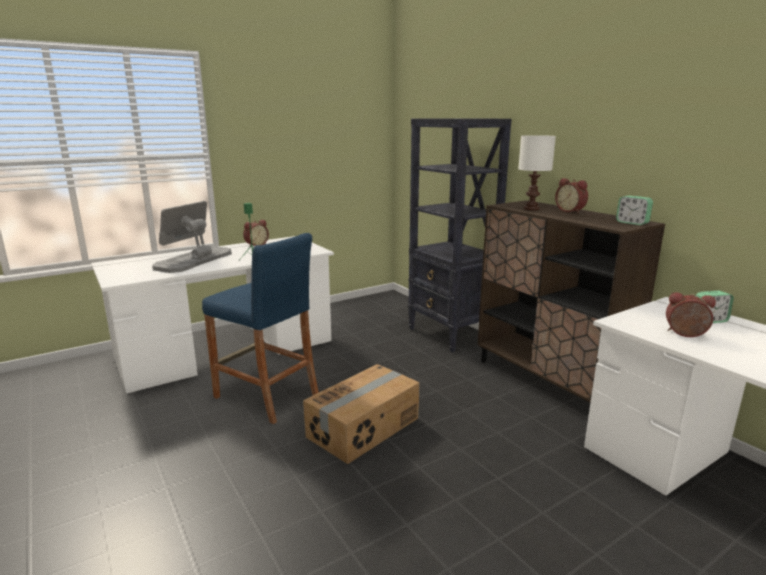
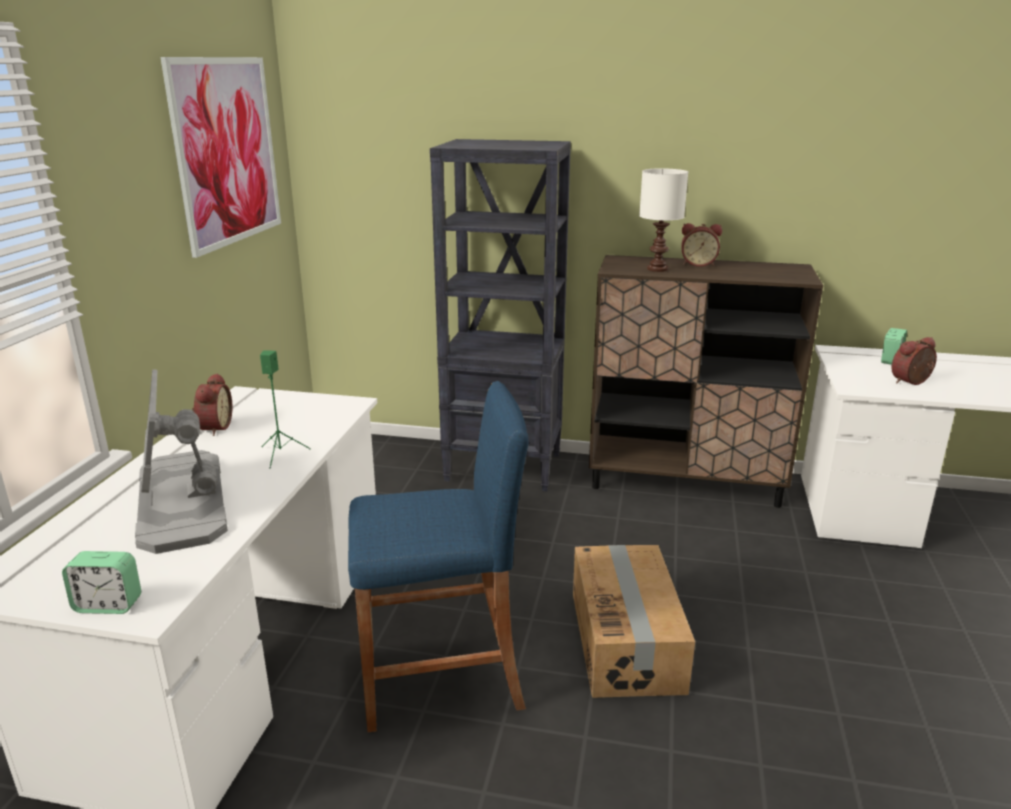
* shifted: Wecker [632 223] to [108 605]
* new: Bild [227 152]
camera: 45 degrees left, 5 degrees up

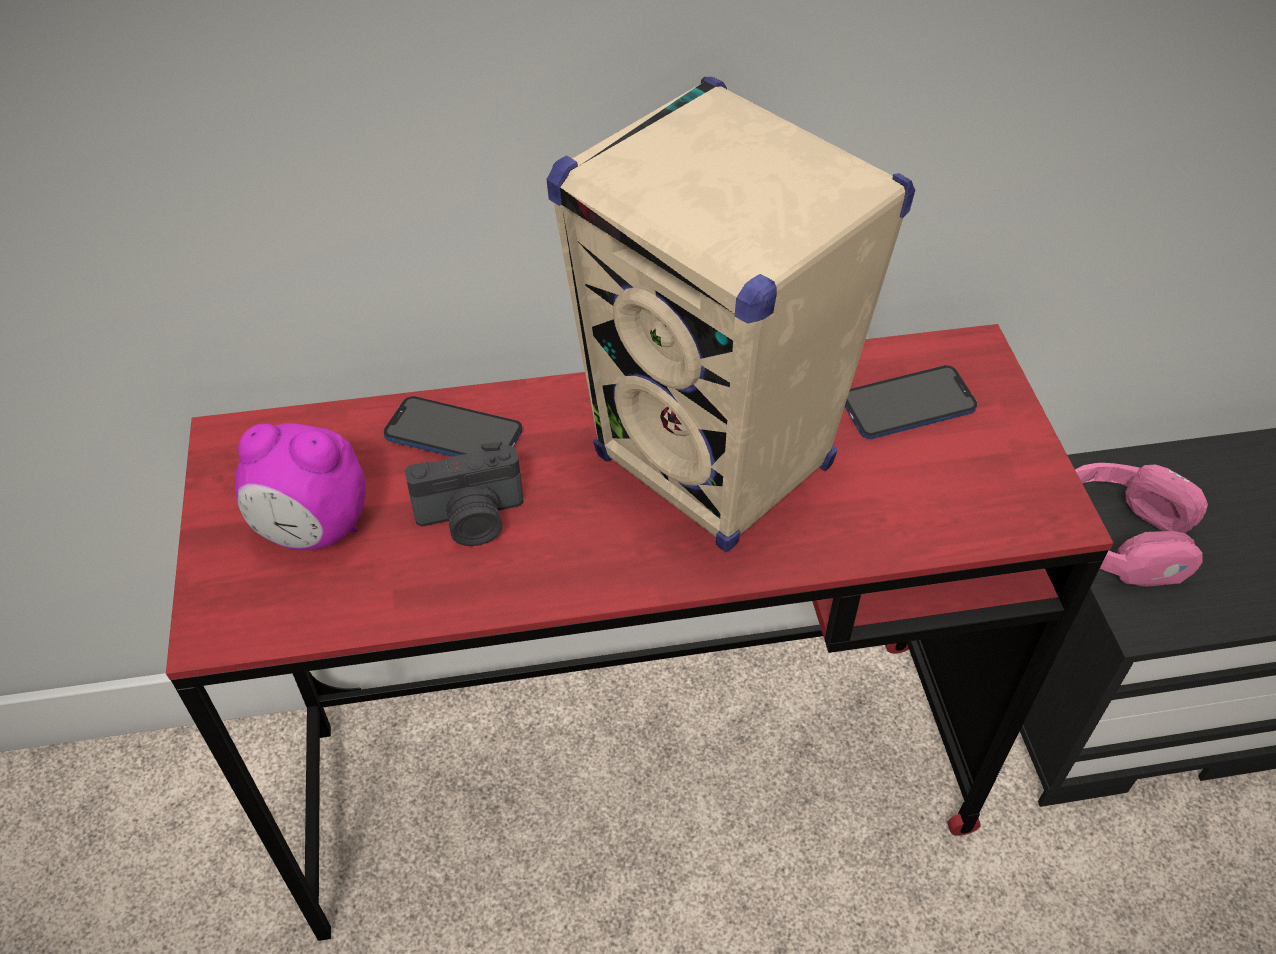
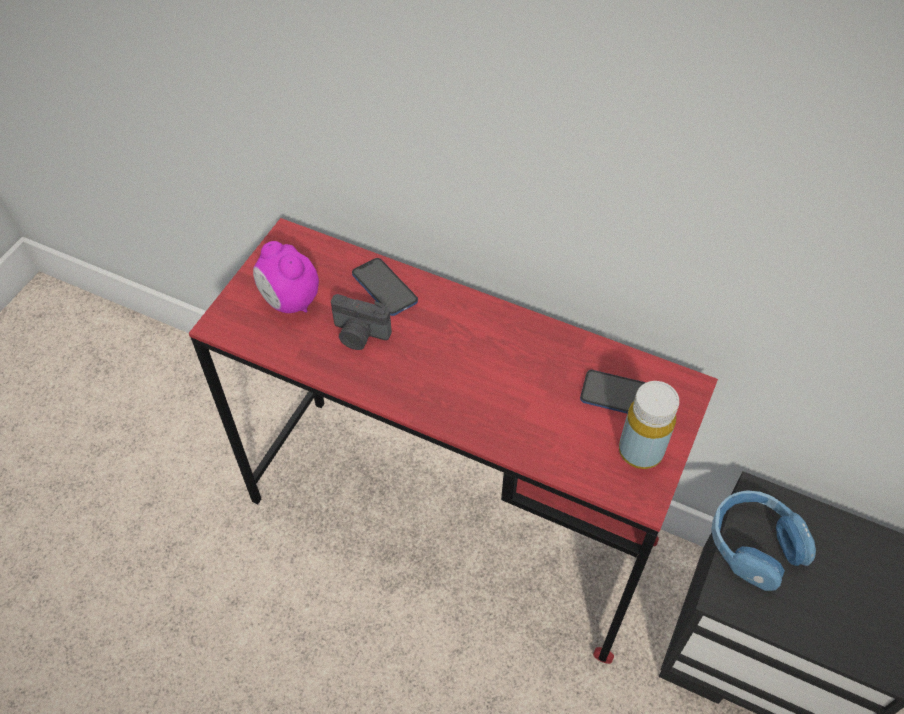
* new: Flasche (gelb) [640 451]
* repainted: Kopfhörer (rosa) [1116 538] to Kopfhörer (blau) [754 545]
* gone: Lautsprecher (beige) [715 463]
camera: 35 degrees right, 5 degrees up

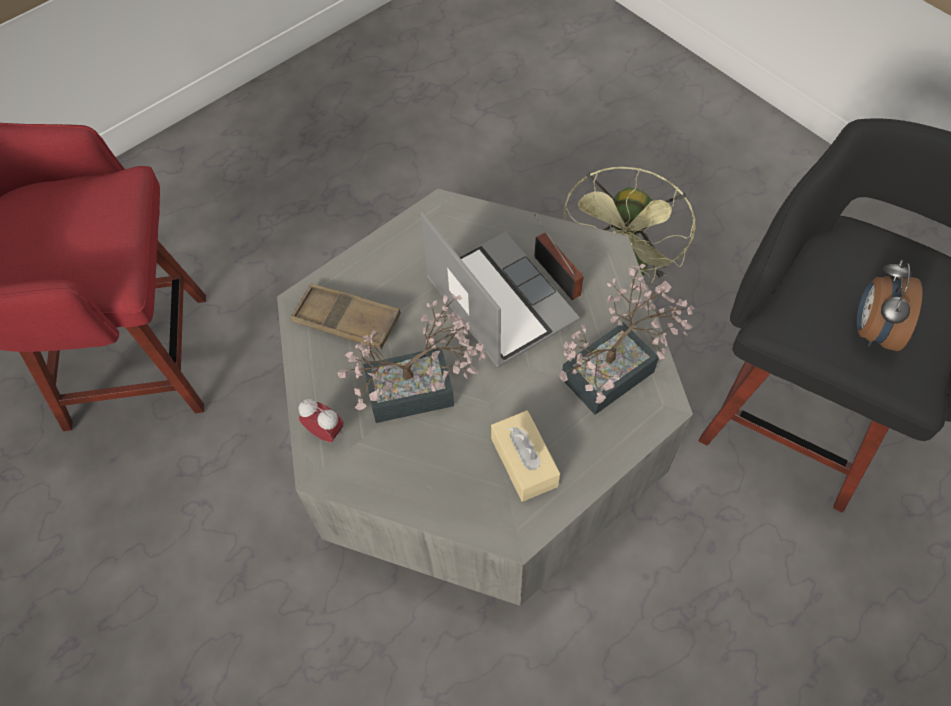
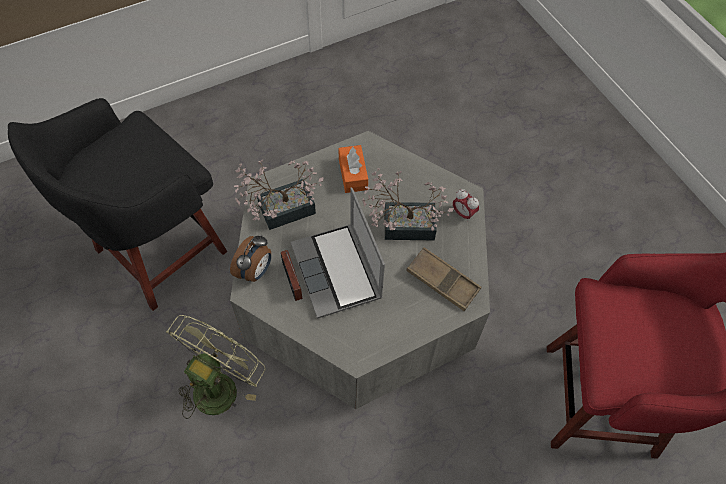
* shifted: Wecker [872 330] to [255 271]
* repainted: Taschentuchbox (beige) [524 462] to Taschentuchbox (orange) [353 174]
camera: 170 degrees left, 0 degrees up

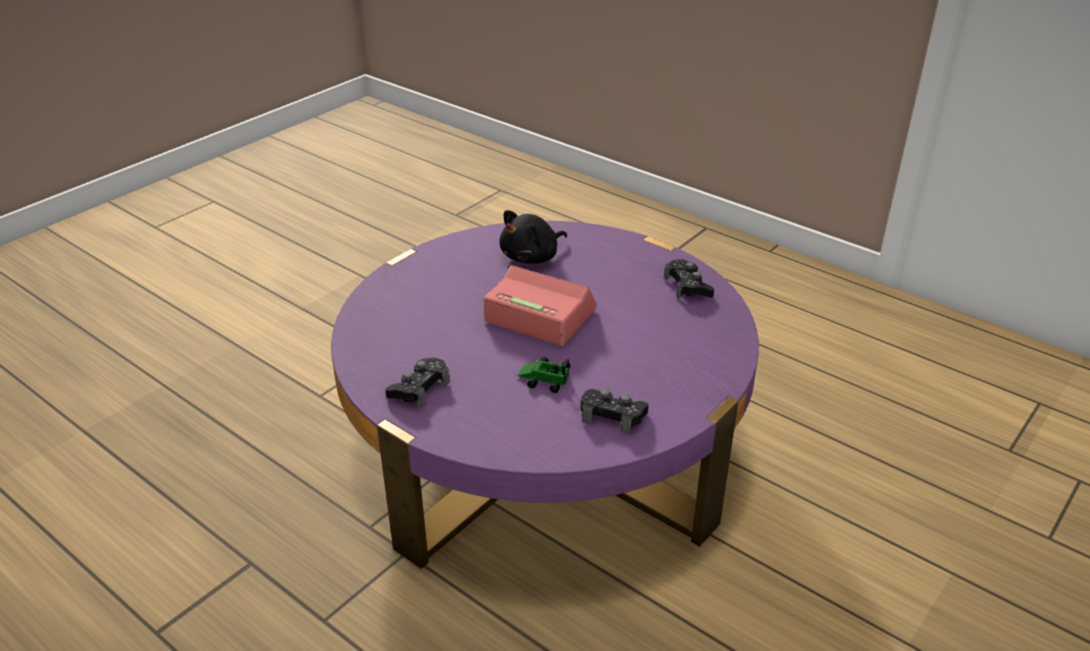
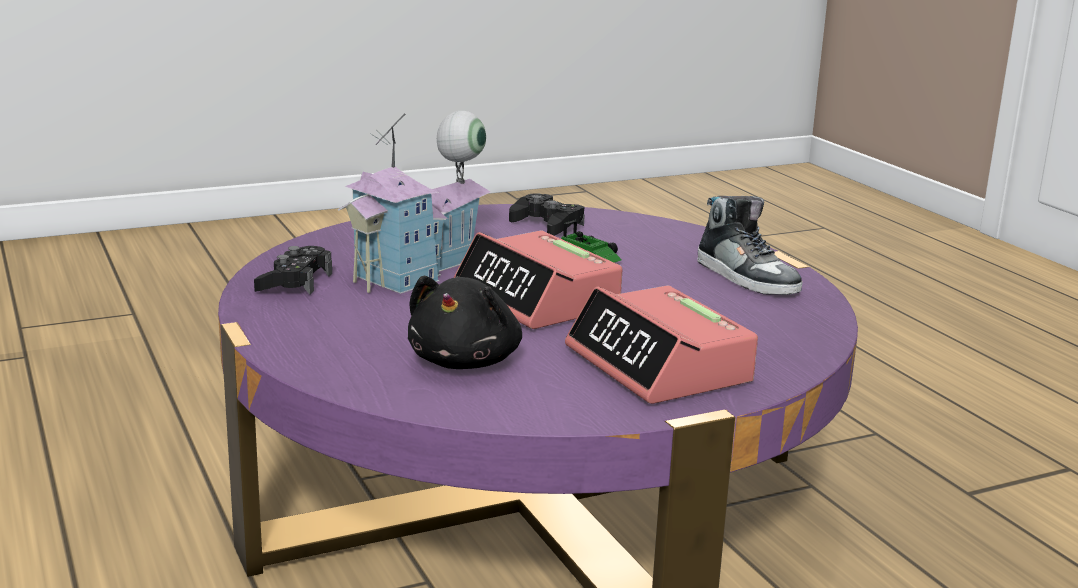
* new: Spielzeughaus [419 271]
* rotated: Plüschtier (schwarz) [532 257] = [466 361] 120 degrees clockwise
* new: Wecker [659 366]
* swapped: Gamepad (schwarz) [419 388] to Schuh [746 277]
camera: 155 degrees left, 15 degrees down

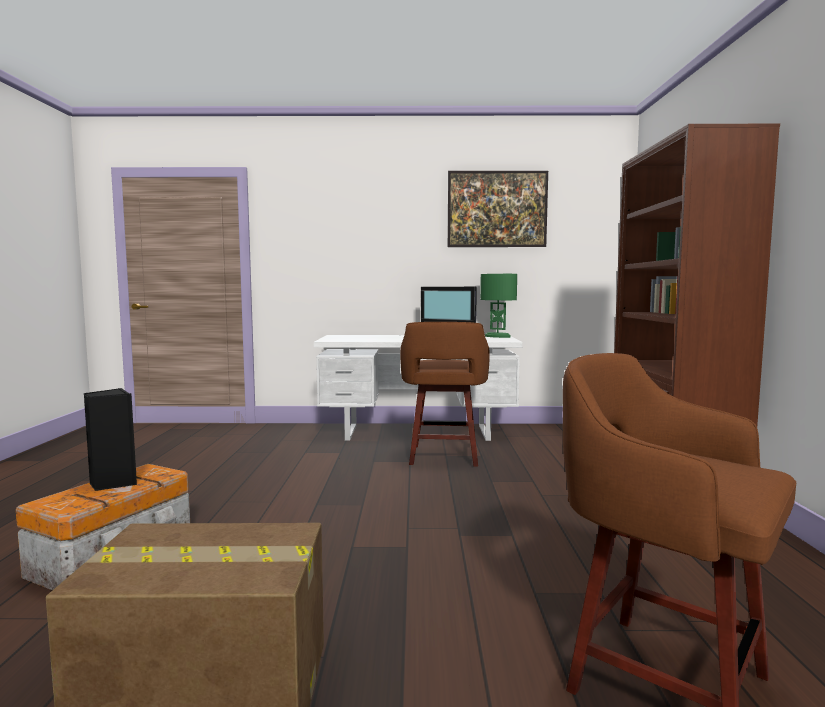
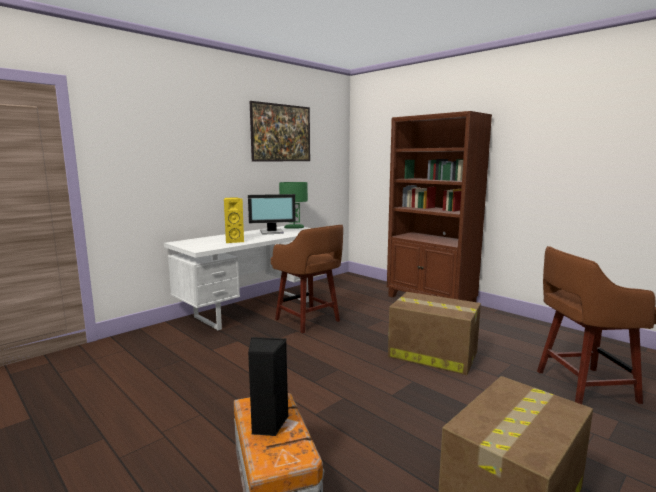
* new: Lautsprecher (gelb) [234 241]
* new: Karton [431 354]
camera: 45 degrees left, 5 degrees up

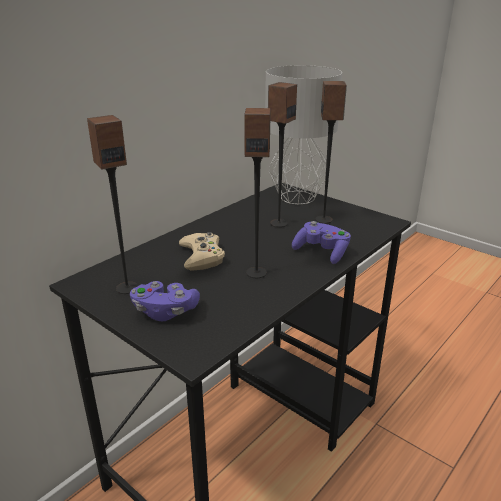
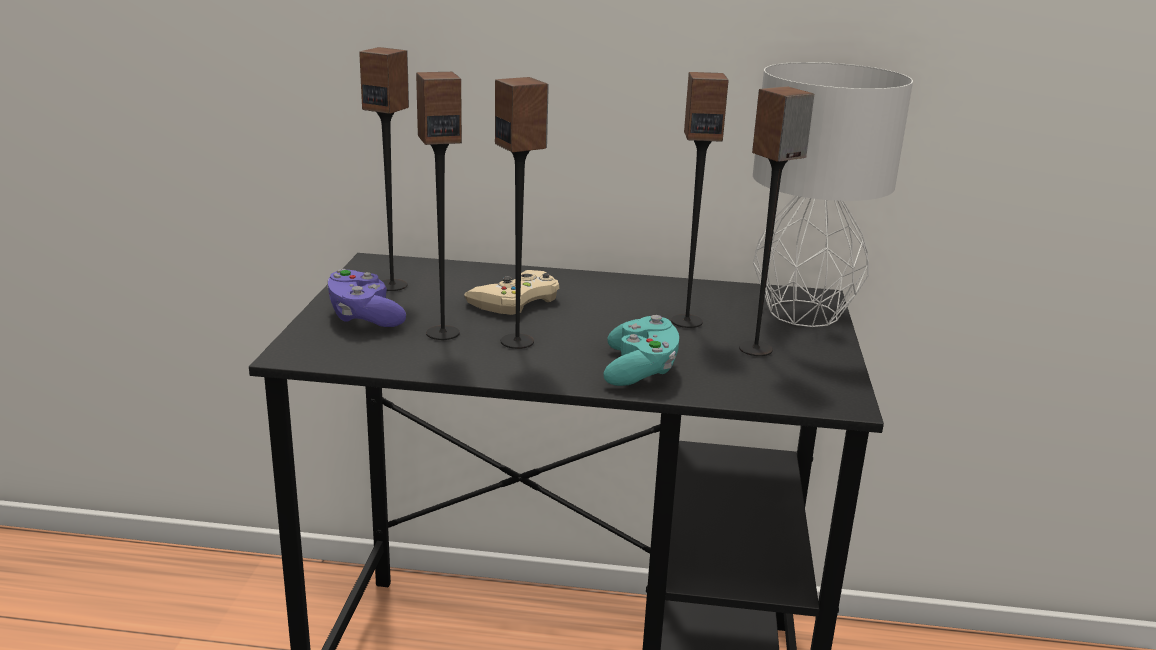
* new: Lautsprecher [442 333]
* repainted: Gamepad (lila) [322 252] to Gamepad (türkis) [640 370]
camera: 55 degrees right, 5 degrees down

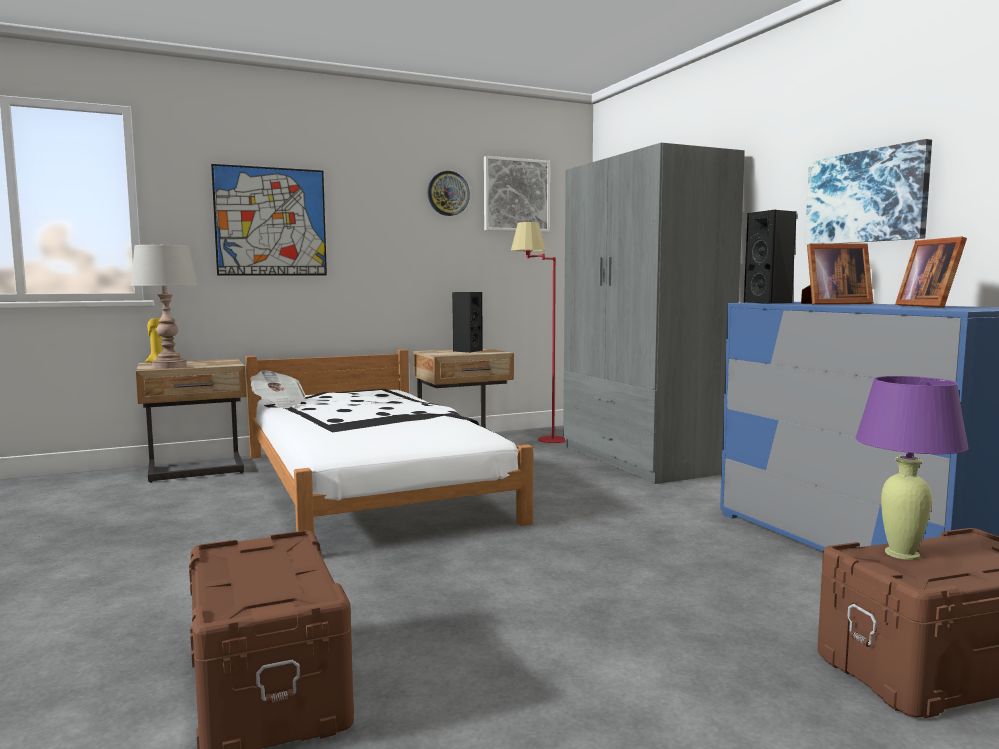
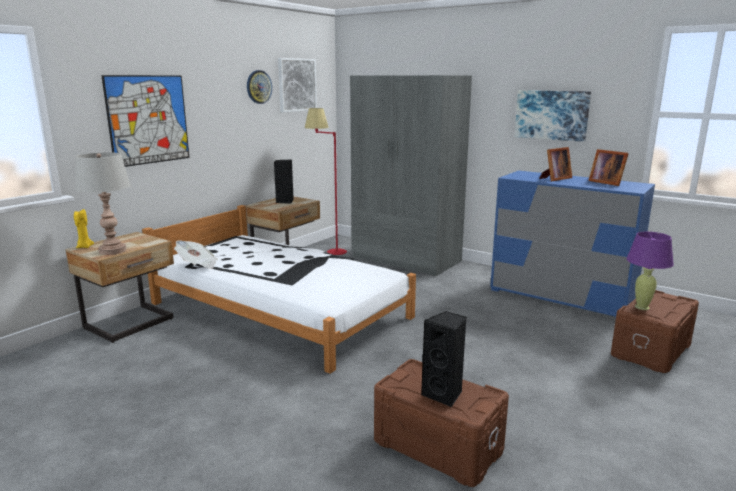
* shifted: Lautsprecher (schwarz) [769 302] to [444 394]
camera: 30 degrees left, 10 degrees up

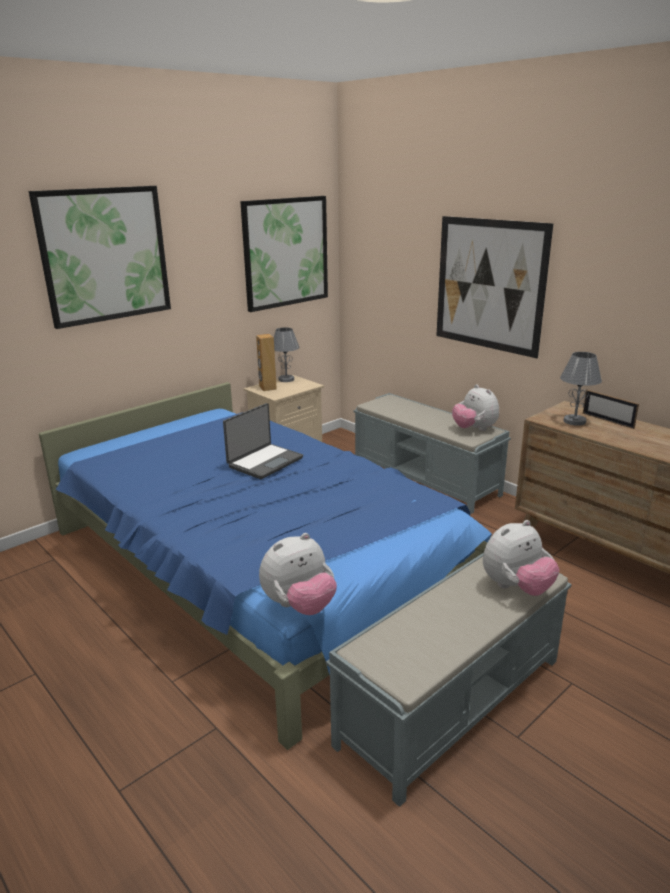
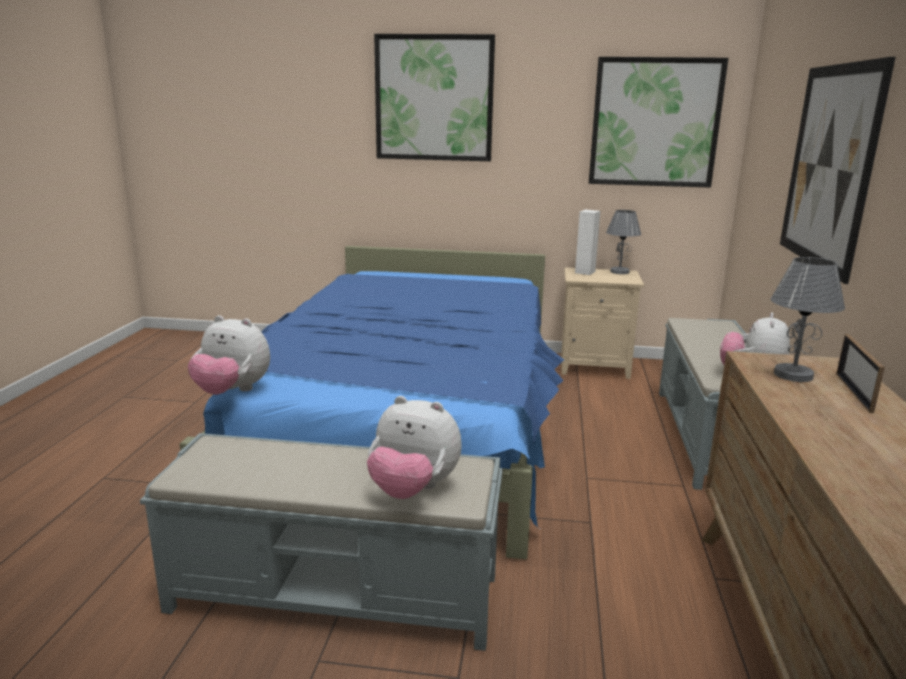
* repainted: Lautsprecher (braun) [267 388] to Lautsprecher (weiß) [584 272]
* gone: Laptop [264 462]
camera: 50 degrees right, 5 degrees down

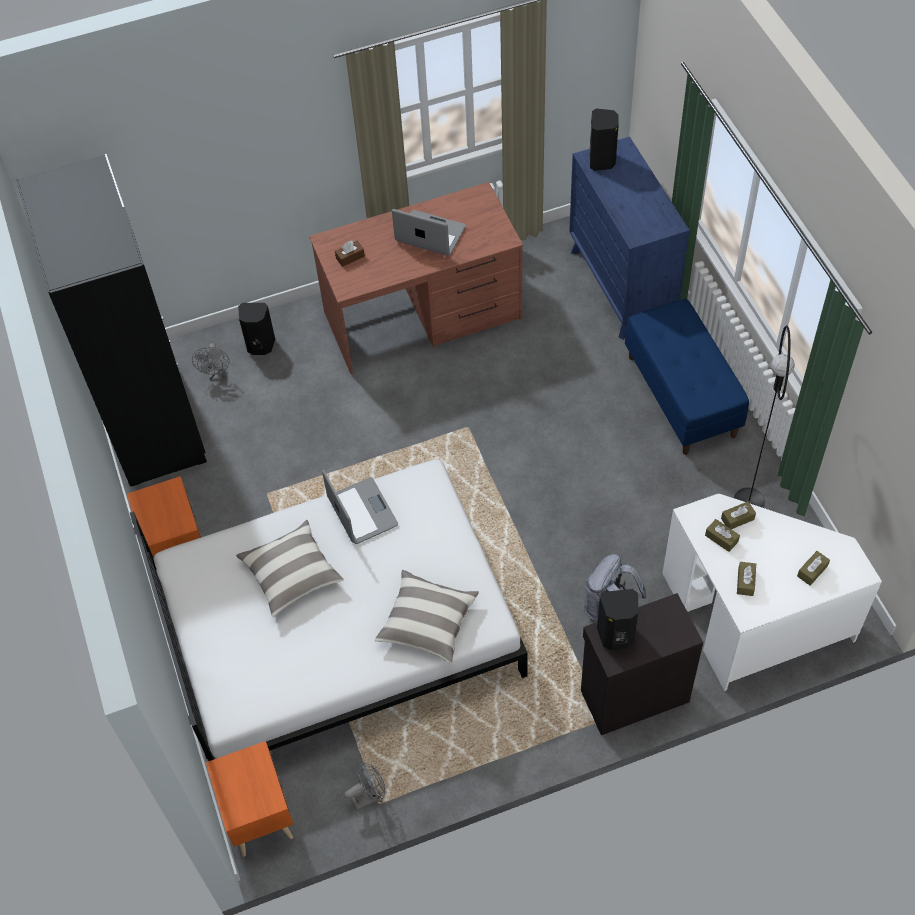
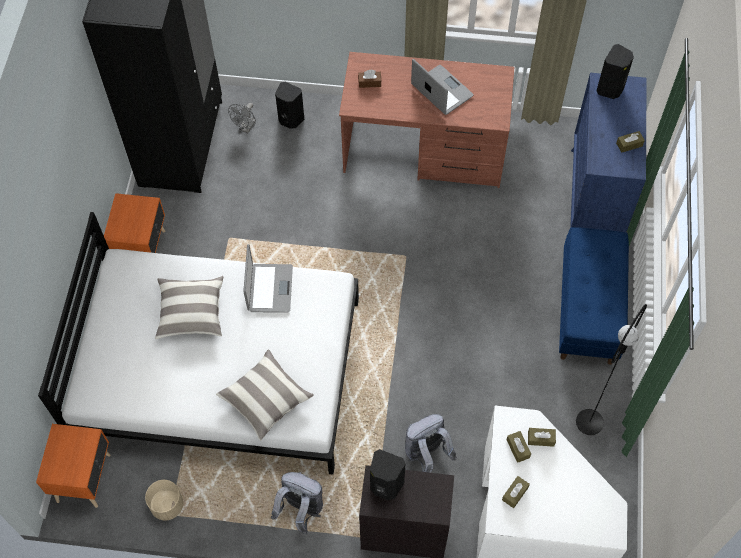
* swapped: Ventilator (grau) [369 796] to Pflanzkübel (beige) [167 505]
* new: Rucksack (grau) [300 510]
* shifted: Taschentuchbox (braun) [812 571] to [629 144]
camera: 25 degrees right, 5 degrees up

